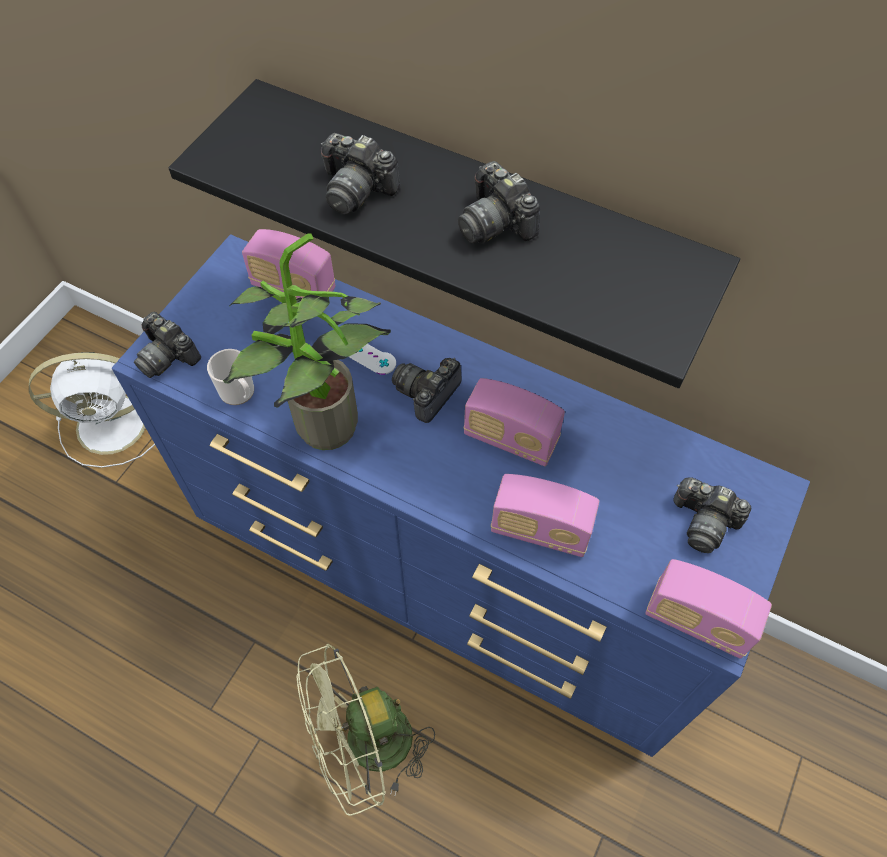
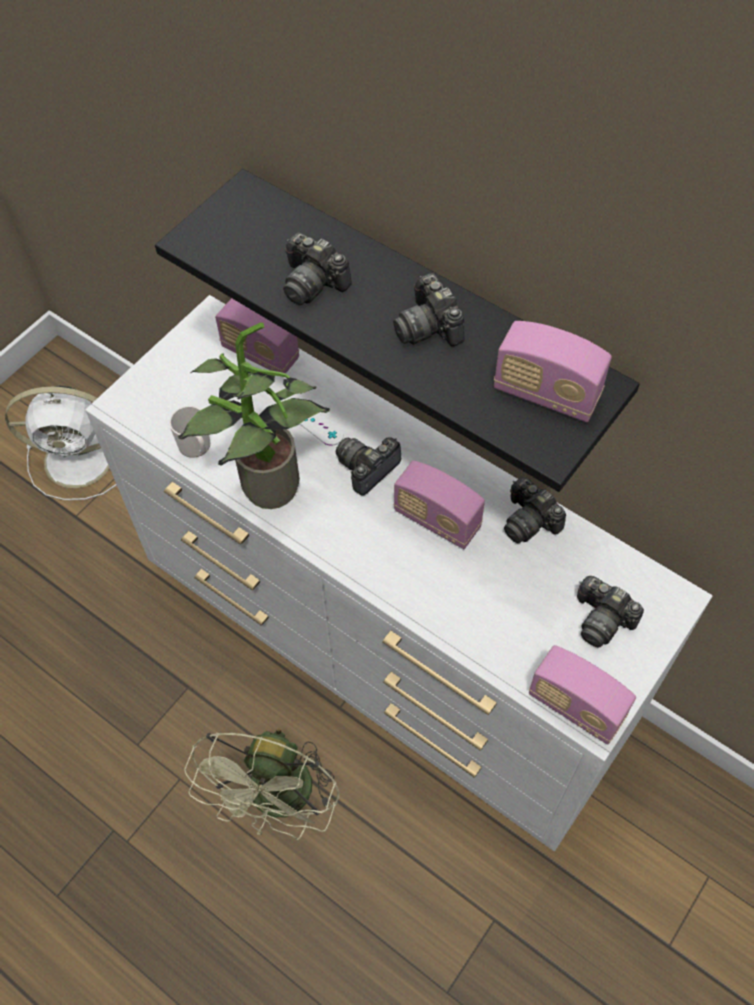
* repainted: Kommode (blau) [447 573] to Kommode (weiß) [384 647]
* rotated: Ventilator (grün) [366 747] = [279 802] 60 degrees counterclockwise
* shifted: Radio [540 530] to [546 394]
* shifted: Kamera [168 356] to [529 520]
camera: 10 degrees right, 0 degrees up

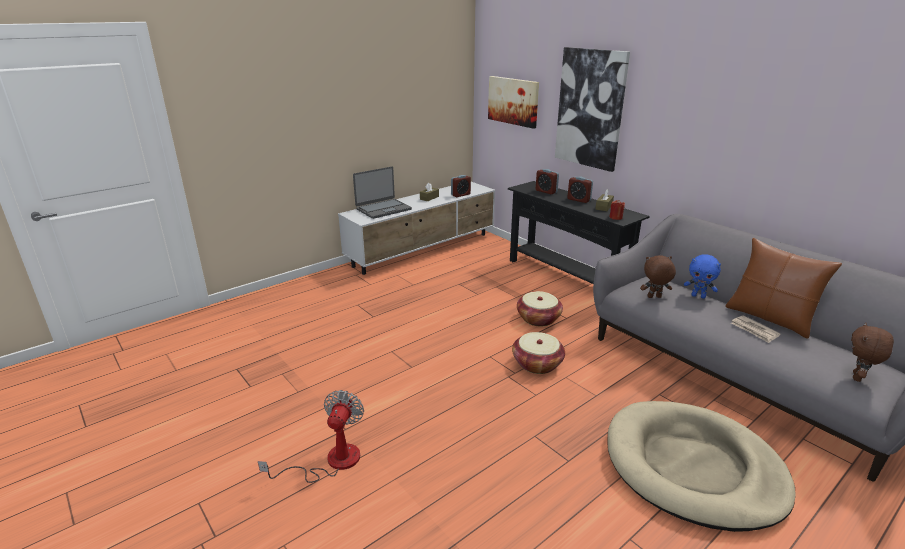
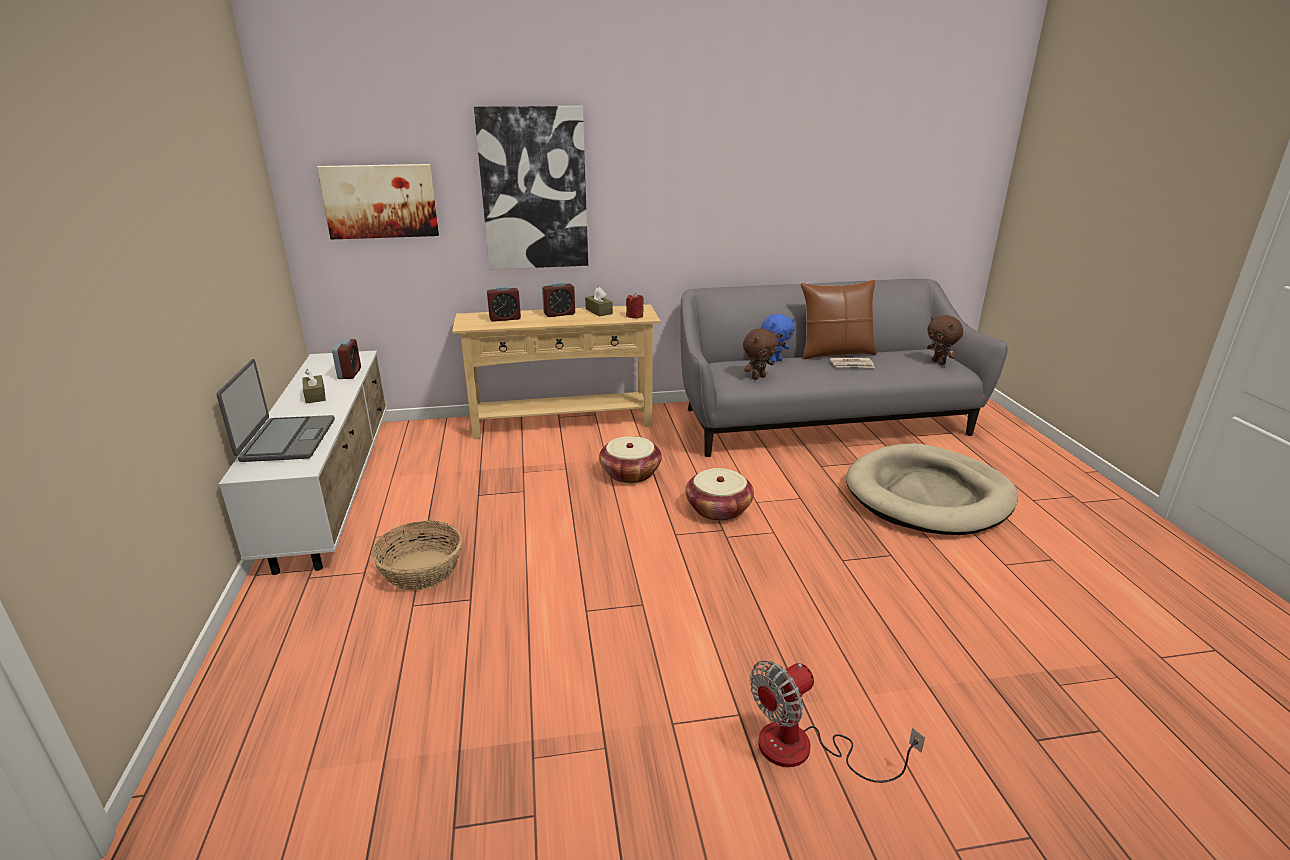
* new: Korb [421 570]
* repainted: Konsolentisch (schwarz) [566 277] to Konsolentisch (beige) [562 422]
* rotated: Plüschtier (braun) [654 297] = [758 377] 150 degrees counterclockwise
* rotated: Ventilator [331 462] = [804 750] 75 degrees counterclockwise
camera: 60 degrees left, 0 degrees up

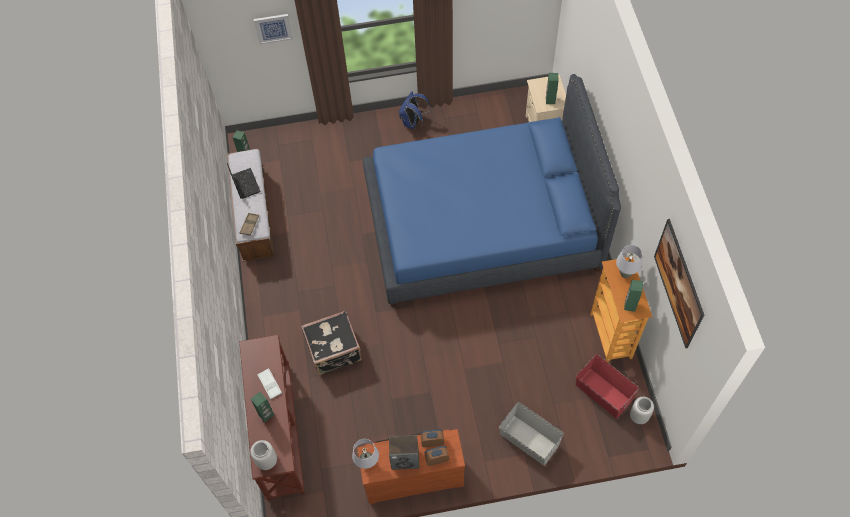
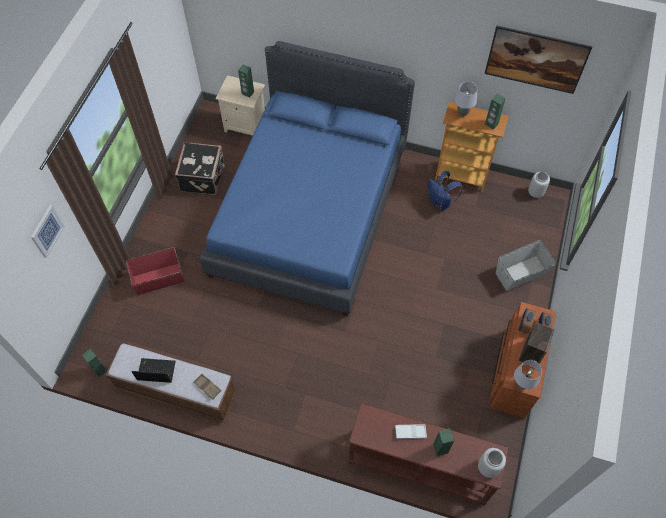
* shifted: Aufbewahrungsbox (rot) [603 392] to [158 278]
* shifted: Koffer (schwarz) [334 351] to [203 177]
* shifted: Rucksack (blau) [413 123] to [441 202]
camera: 65 degrees left, 0 degrees up

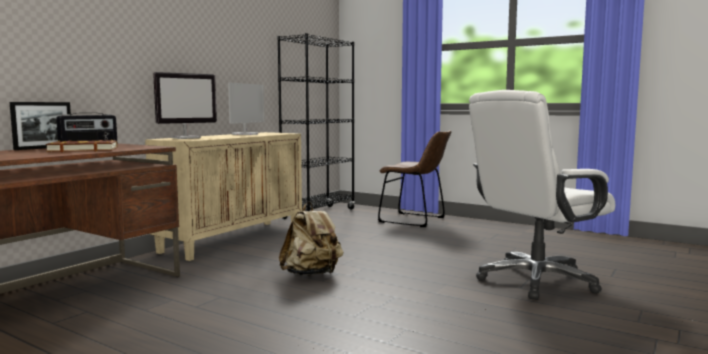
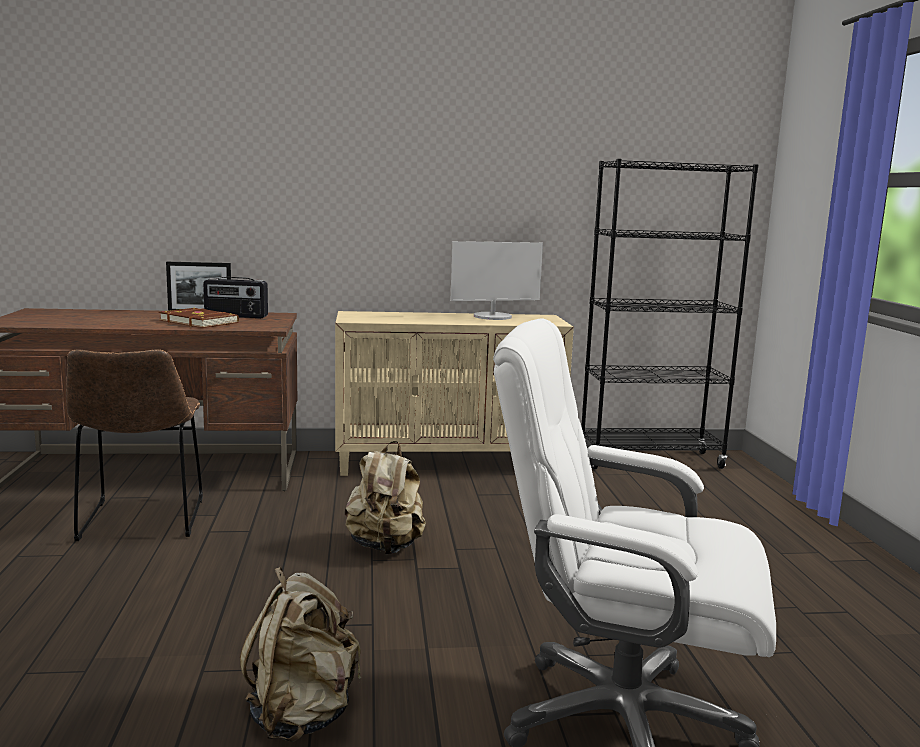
* shifted: Stuhl (braun) [415 220] to [141 522]
* new: Rucksack (beige) [302 715]
* gone: Monitor [186 138]
camera: 50 degrees right, 5 degrees up

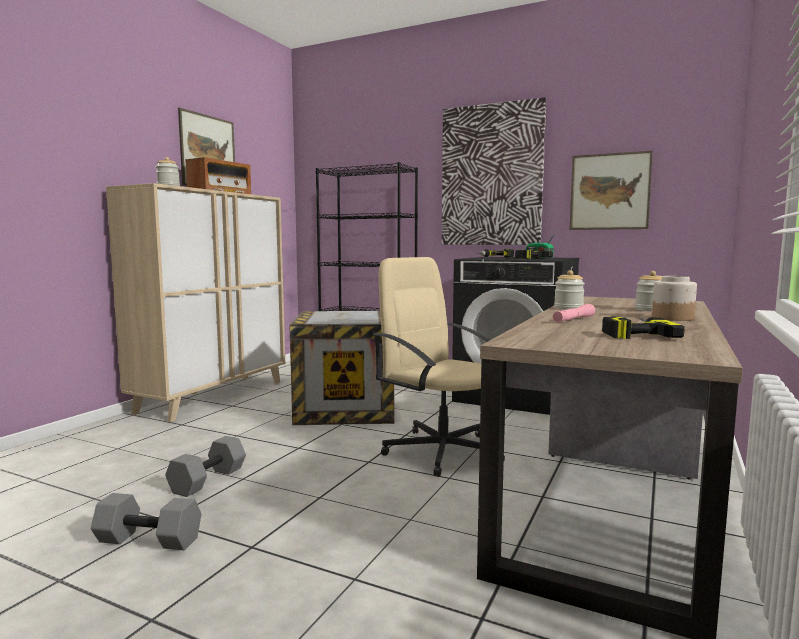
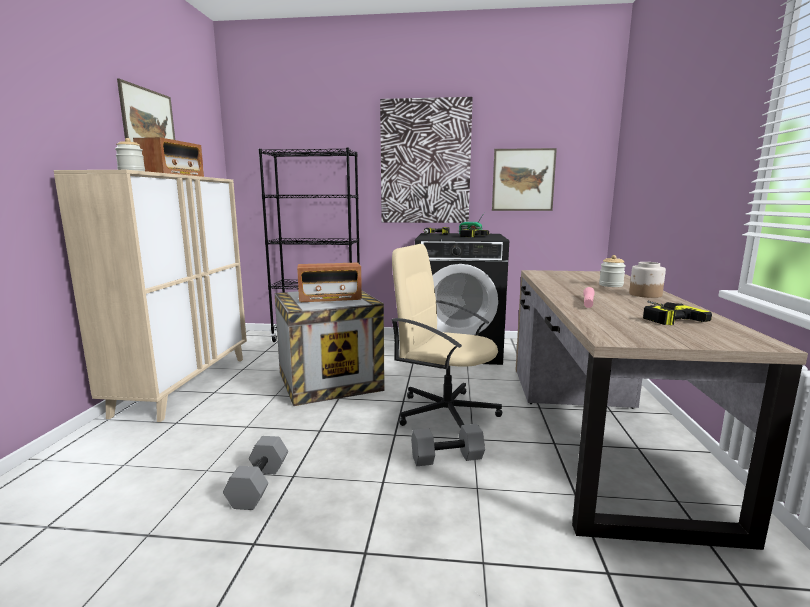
* new: Radio [330 298]
* shifted: Hantel (grau) [150 539] to [447 457]
* gone: Vorratsglas [568 308]
camera: 20 degrees left, 5 degrees up

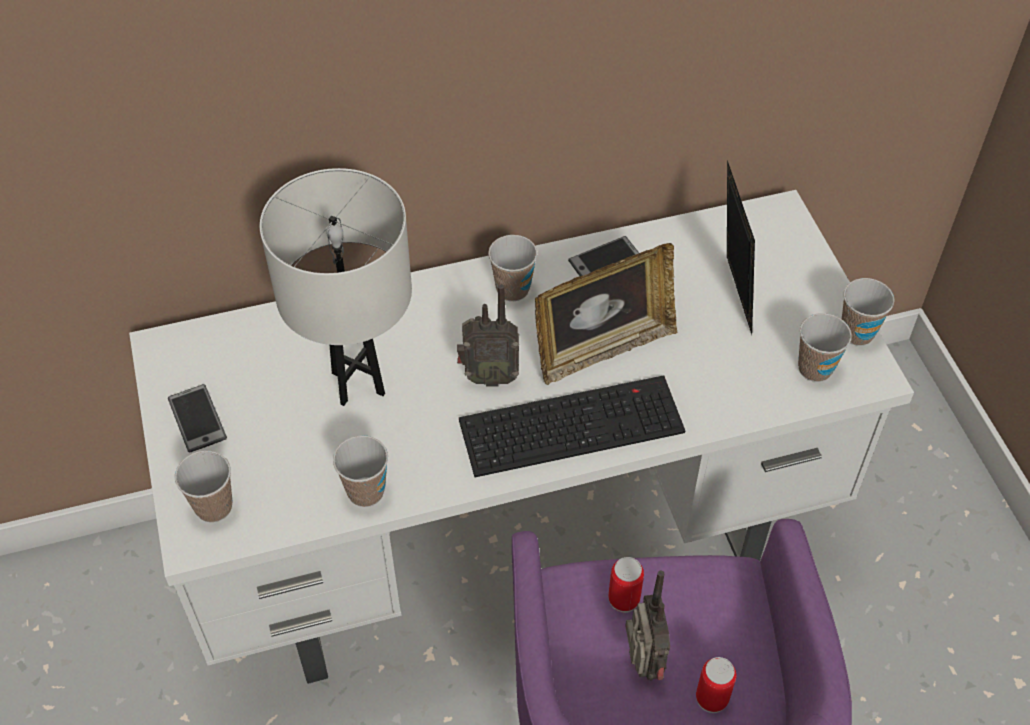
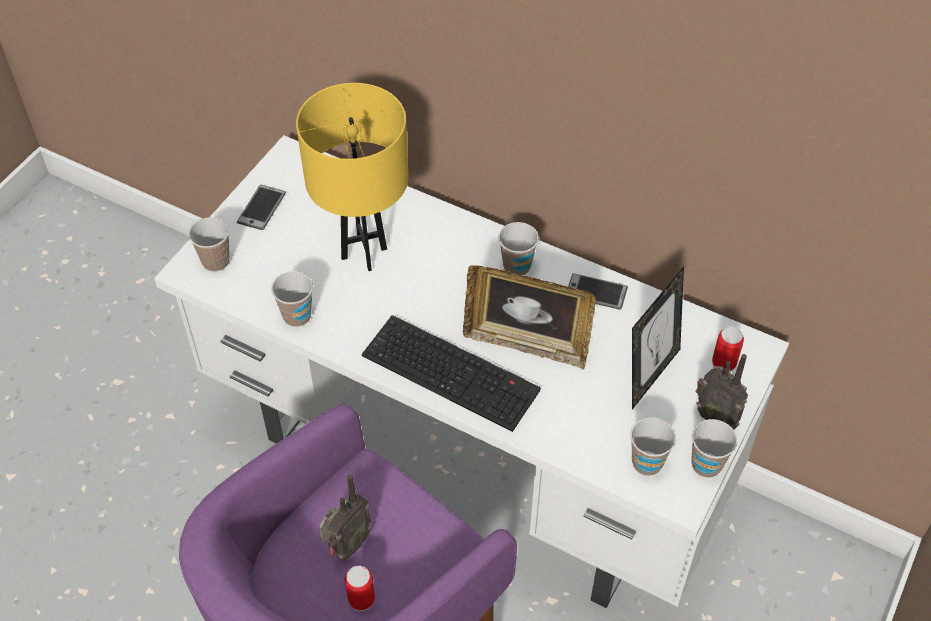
* repainted: Tischlampe (weiß) [358 384] to Tischlampe (gelb) [364 254]
* shifted: Radio [488 376] to [716 418]
* shifted: Dose [623 599] to [723 363]
camera: 45 degrees right, 0 degrees up

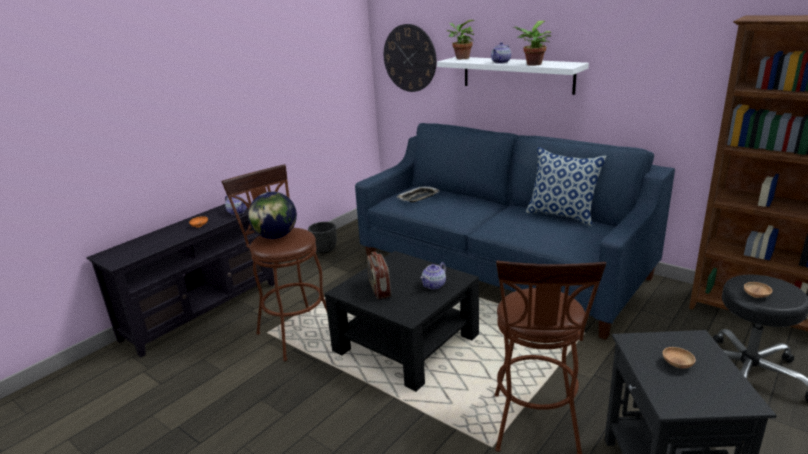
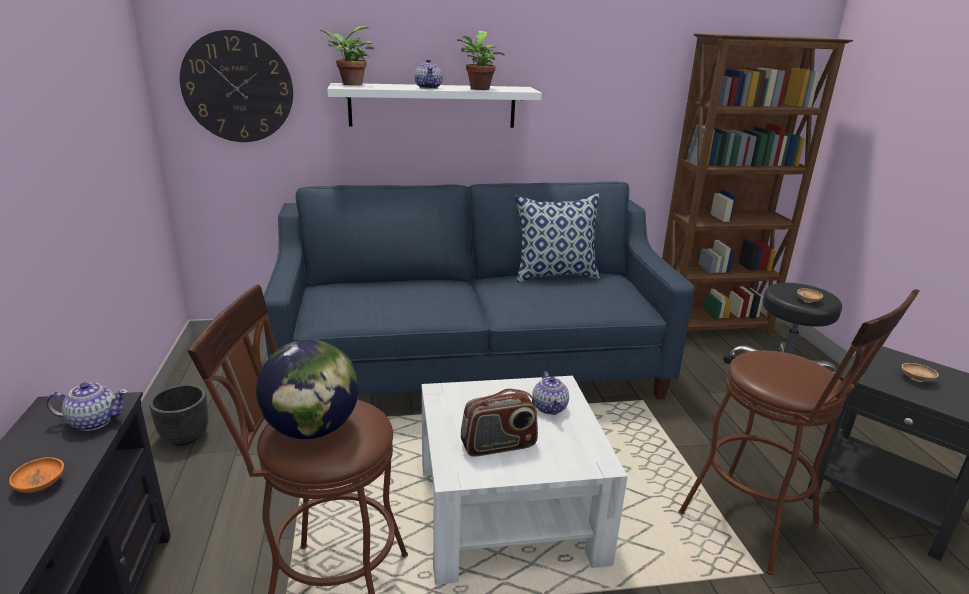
* repainted: Couchtisch (schwarz) [406 343] to Couchtisch (weiß) [508 511]
* rotated: Radio [379 289] = [498 445] 45 degrees counterclockwise
* gone: Tablett [418 197]
camera: 50 degrees left, 0 degrees up

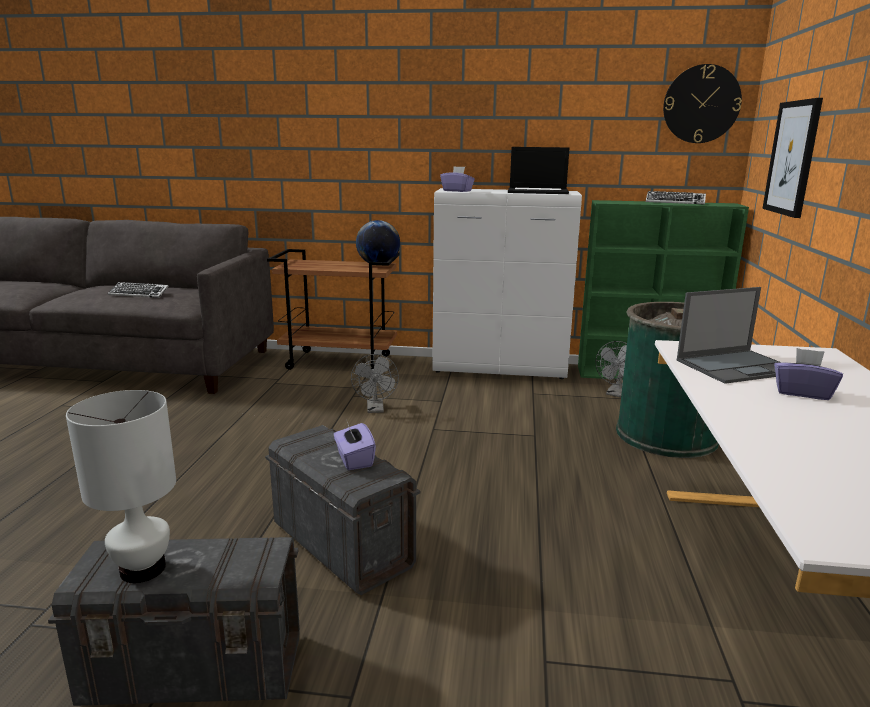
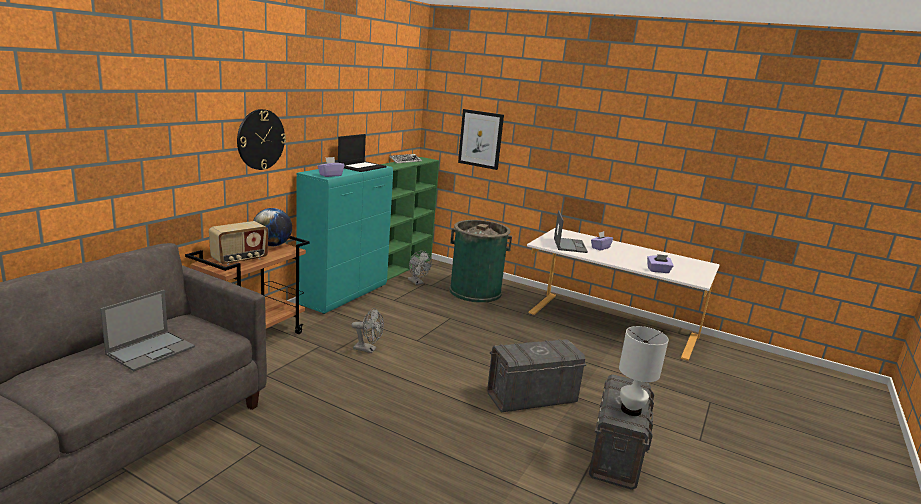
* swapped: Tastatur [139 294] to Laptop [151 350]
* new: Radio [240 259]
* shifted: Wanduhr [701 104] to [260 139]
* repainted: Schrank (weiß) [501 369] to Schrank (türkis) [344 295]
* shifted: Taschentuchbox (lila) [354 460] to [658 271]
camera: 70 degrees left, 0 degrees up

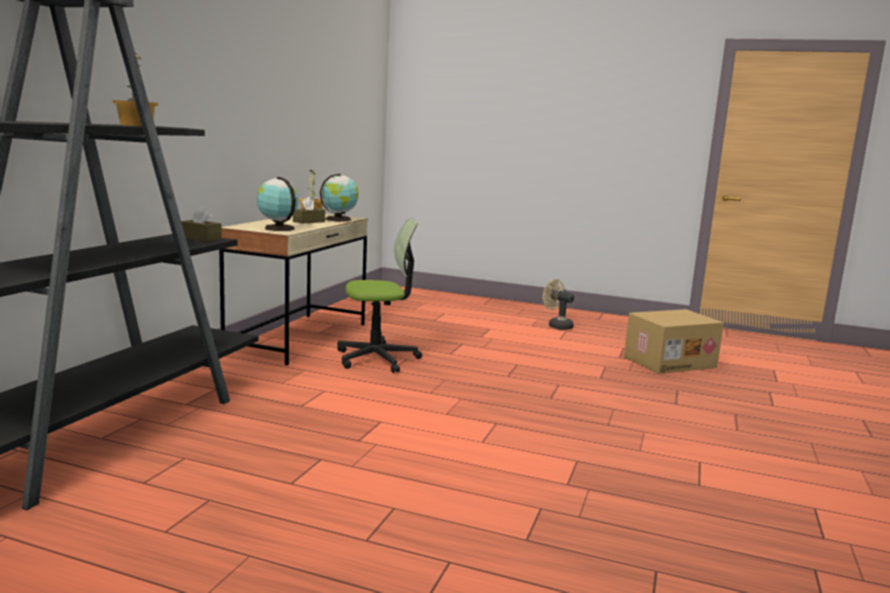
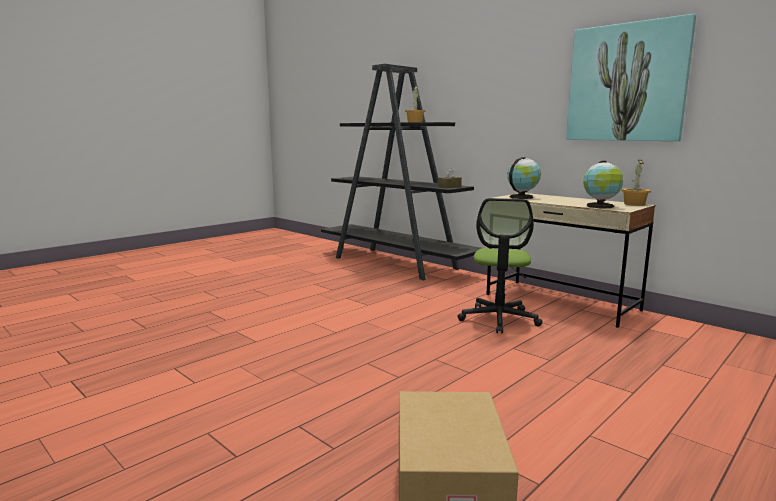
* new: Bild [626 83]
* gone: Taschentuchbox (braun) [309 222]
* gone: Ventilator (beige) [557 326]
camera: 115 degrees right, 0 degrees up

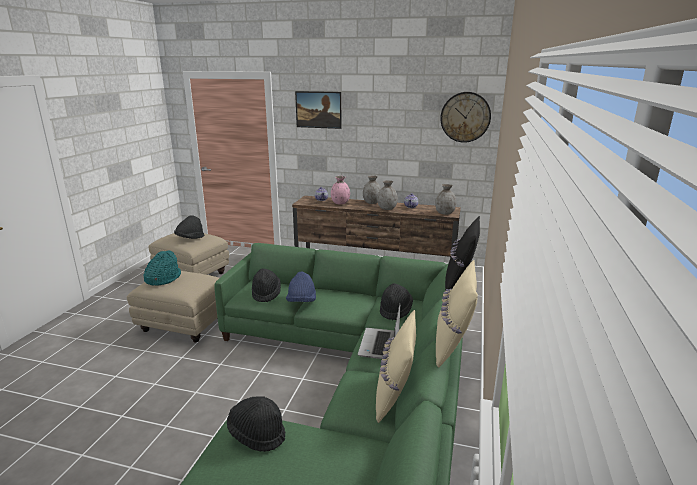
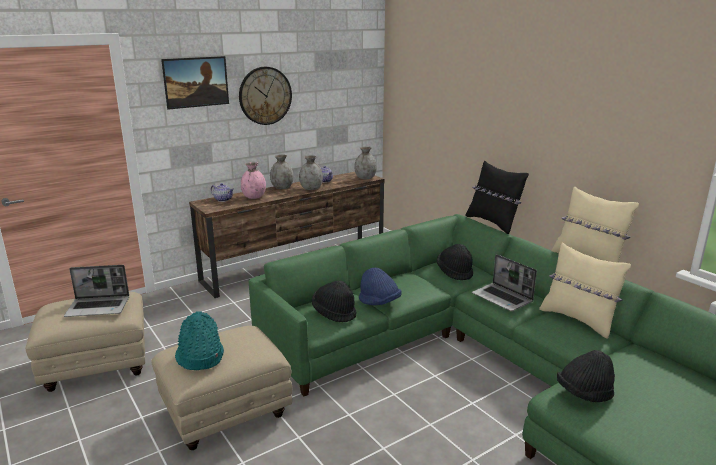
* swapped: Hut (schwarz) [190 238] to Laptop [99 307]
* shifted: Wanduhr [465 117] to [265 95]
camera: 50 degrees left, 0 degrees up

